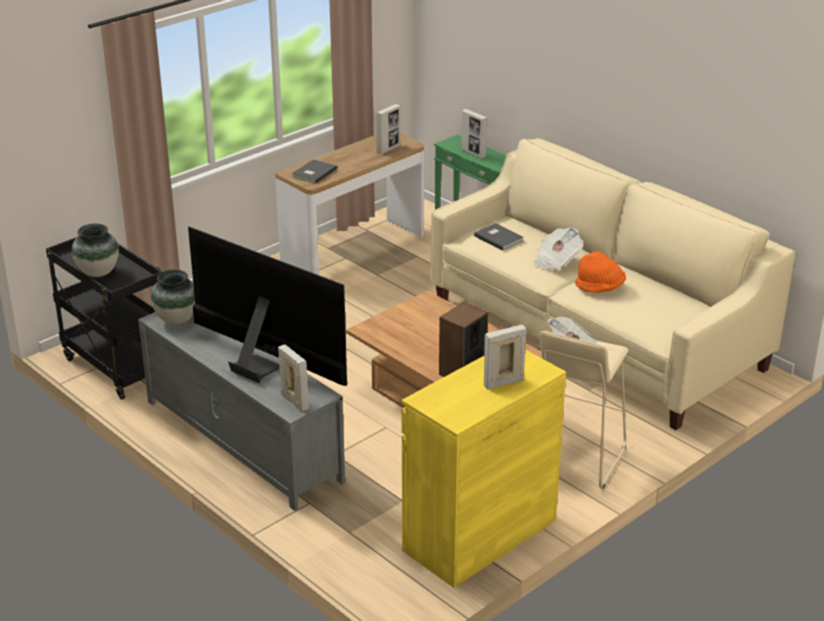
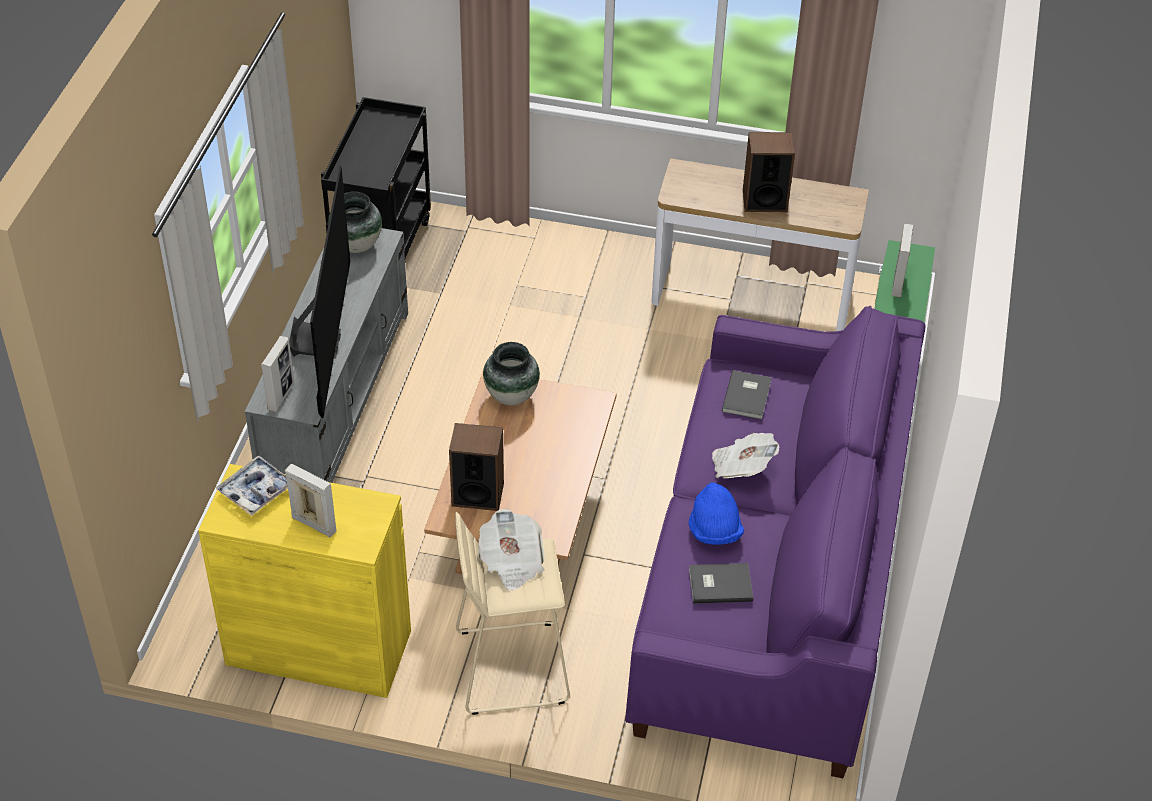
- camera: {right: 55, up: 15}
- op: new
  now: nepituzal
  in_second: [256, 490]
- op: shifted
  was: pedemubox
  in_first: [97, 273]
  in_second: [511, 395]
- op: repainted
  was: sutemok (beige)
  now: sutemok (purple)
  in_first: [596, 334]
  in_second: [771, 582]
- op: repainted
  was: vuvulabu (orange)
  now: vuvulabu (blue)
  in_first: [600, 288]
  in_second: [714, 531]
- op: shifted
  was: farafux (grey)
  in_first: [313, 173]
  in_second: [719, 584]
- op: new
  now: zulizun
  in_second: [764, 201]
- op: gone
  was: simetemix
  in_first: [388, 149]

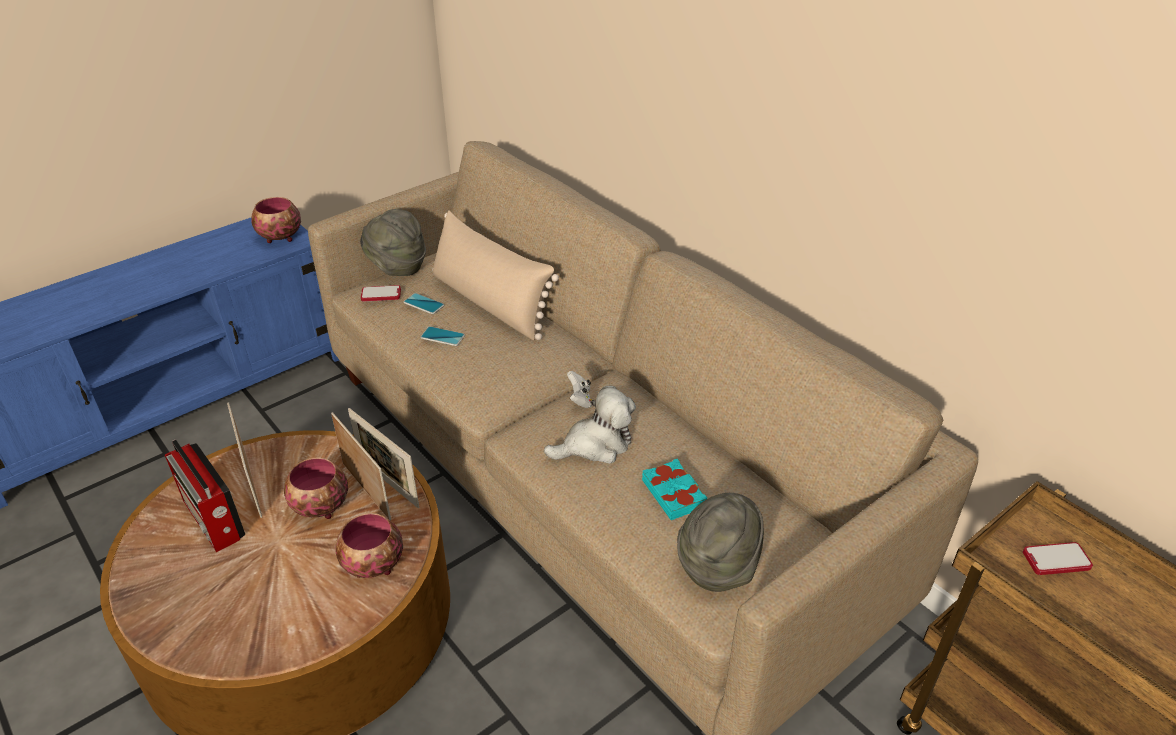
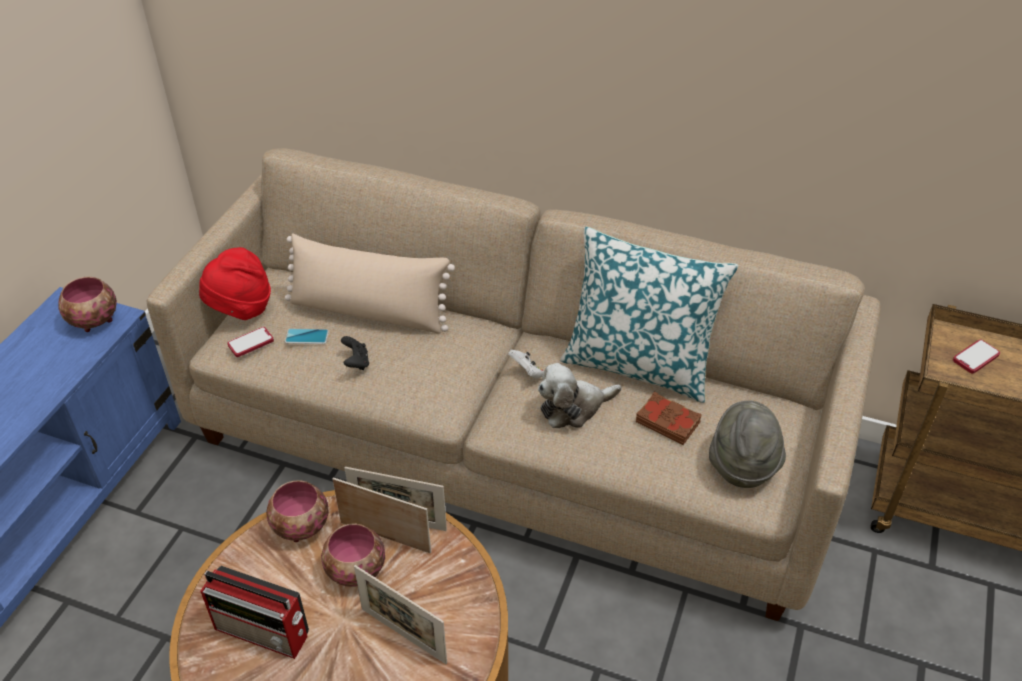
- camera: {right: -30, up: 5}
- op: repainted
  was: vuvulabu (grey)
  now: vuvulabu (red)
  in_first: [397, 267]
  in_second: [240, 308]
- op: shifted
  was: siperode
  in_first: [372, 565]
  in_second: [301, 528]
- op: swapped
  was: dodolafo
  now: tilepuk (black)
  in_first: [442, 337]
  in_second: [356, 362]
- op: shifted
  was: simetemix
  in_first: [252, 484]
  in_second: [403, 635]
- op: rotated
  was: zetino
  in_first: [595, 445]
  in_second: [574, 407]
  clockwise: -150
- op: new
  now: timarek
  in_second: [638, 365]
- op: repainted
  was: farafux (turquoise)
  now: farafux (brown)
  in_first: [674, 493]
  in_second: [668, 422]

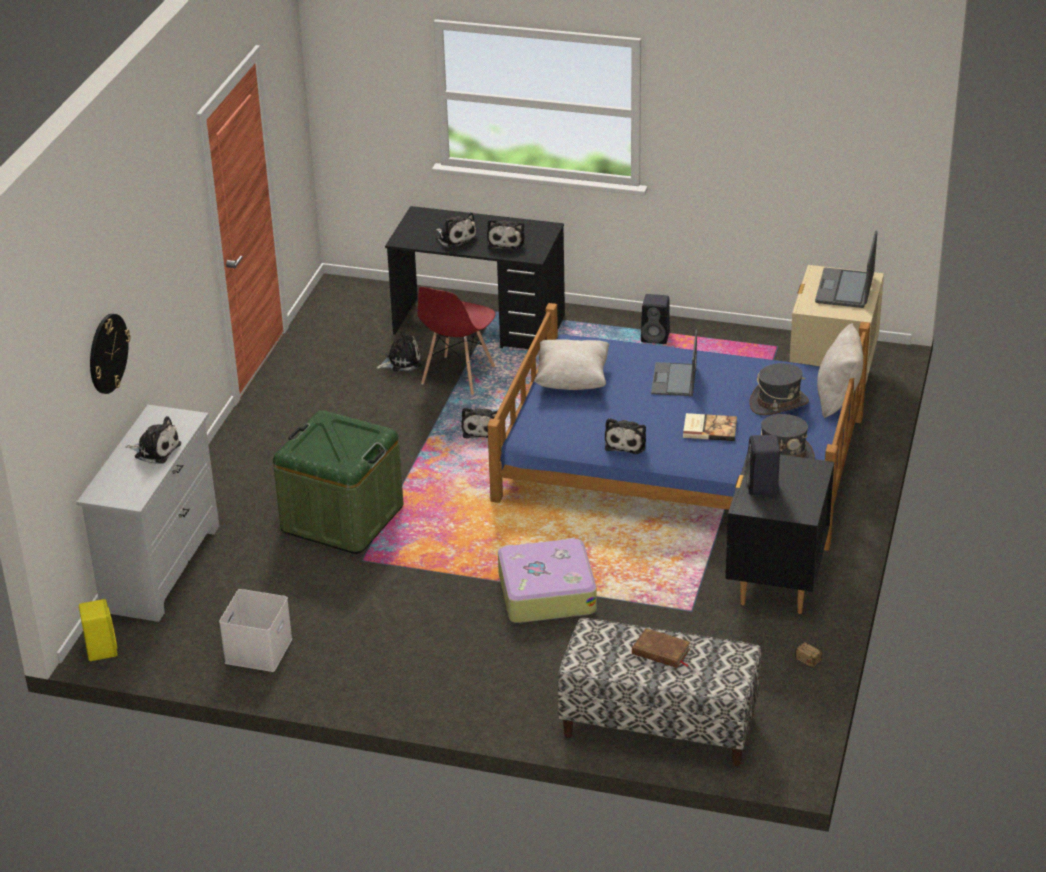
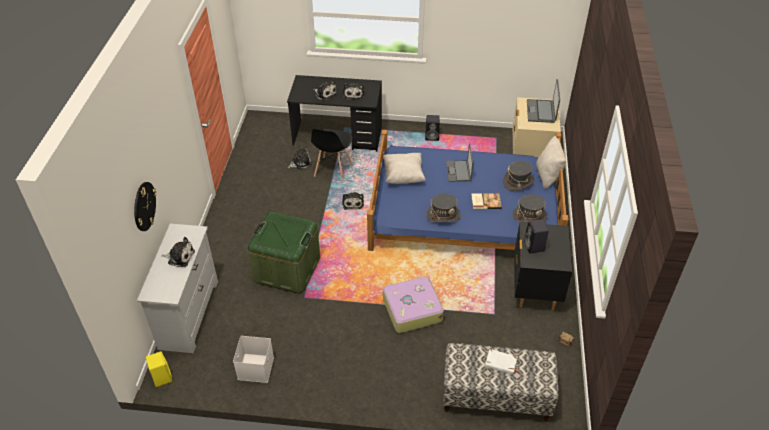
- camera: {right: -10, up: 10}
- op: repainted
  was: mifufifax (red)
  now: mifufifax (black)
  in_first: [457, 376]
  in_second: [332, 169]
- op: swapped
  was: zetino
  now: vuvulabu (grey)
  in_first: [626, 443]
  in_second: [443, 215]
- op: repainted
  was: farafux (brown)
  now: farafux (white)
  in_first: [661, 652]
  in_second: [501, 363]

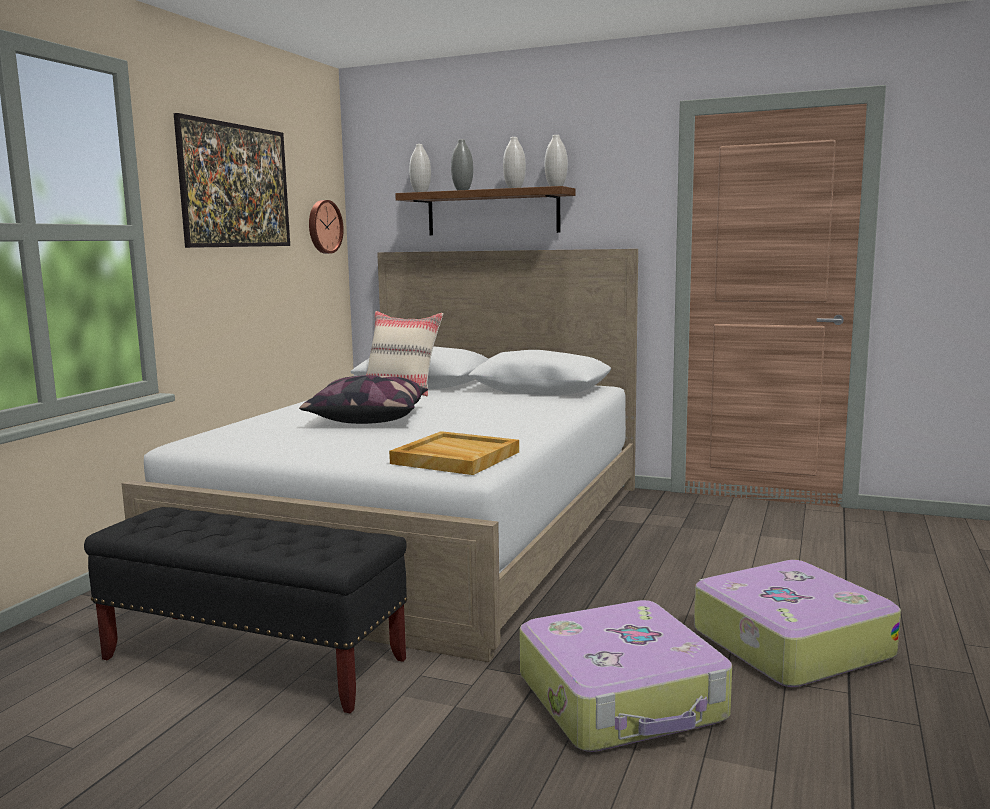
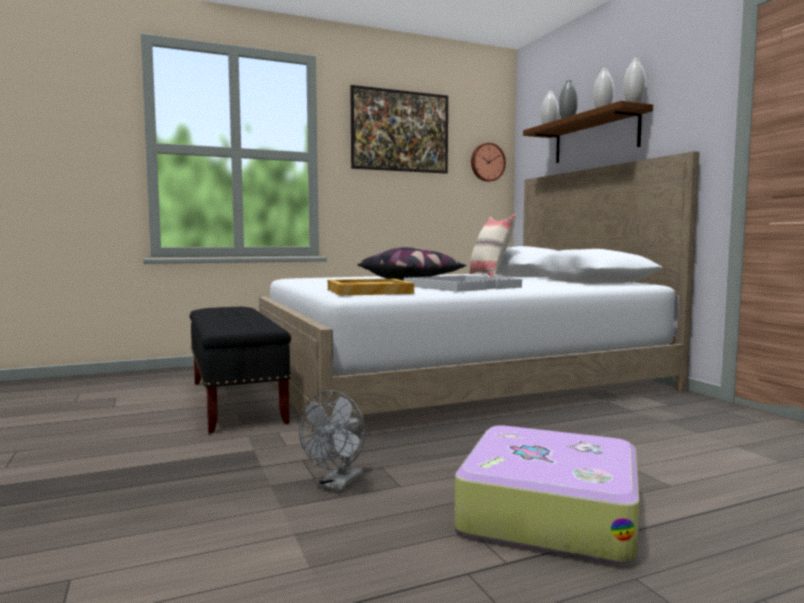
- camera: {right: 45, up: -5}
- op: swapped
  was: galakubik
  now: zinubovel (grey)
  in_first: [622, 698]
  in_second: [337, 485]
- op: new
  now: nepituzal (white)
  in_second: [461, 286]

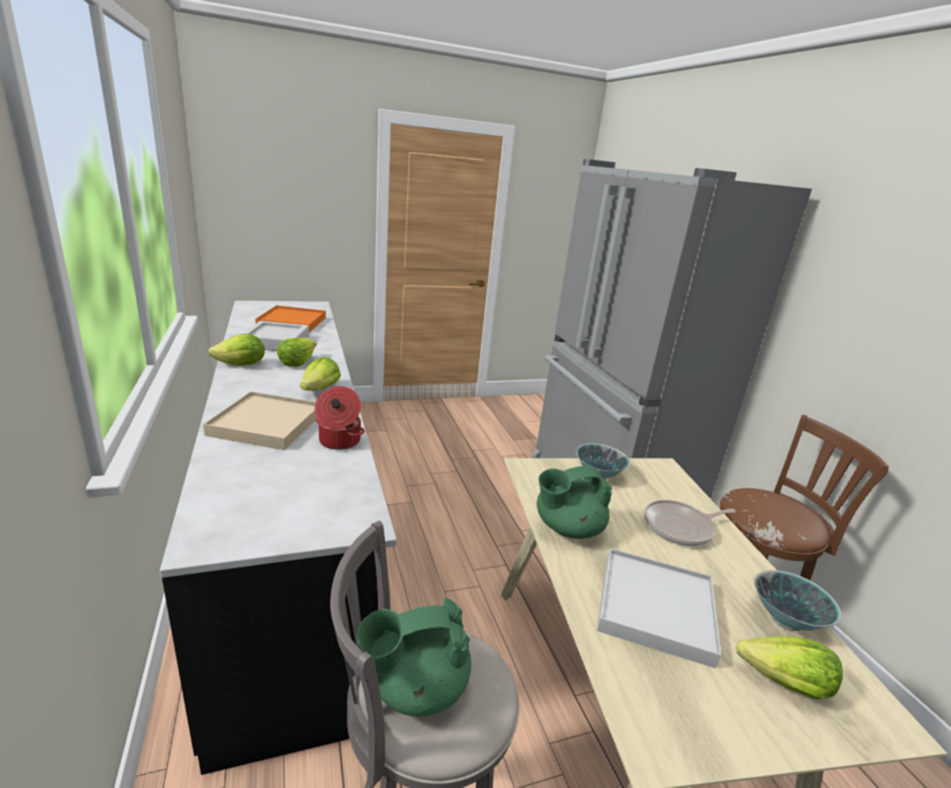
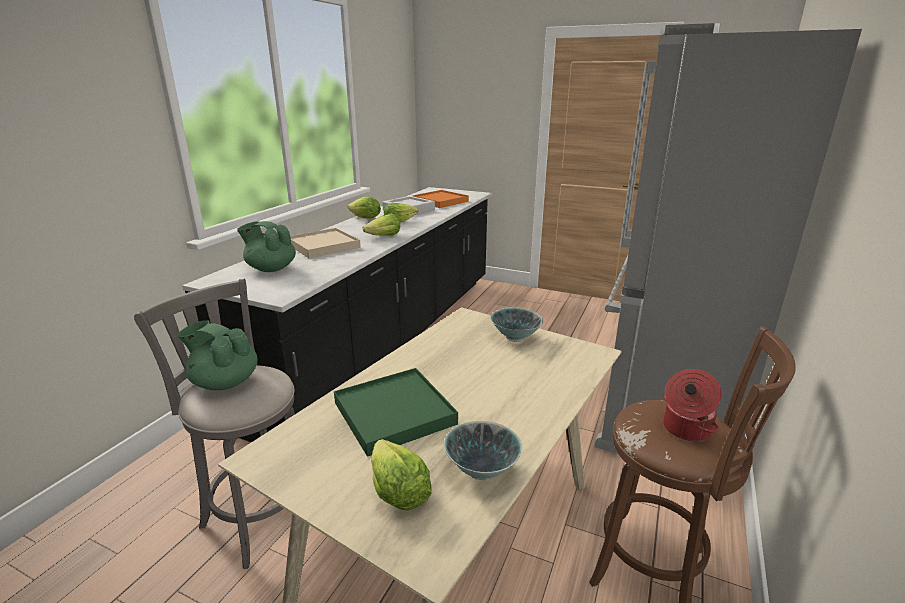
- camera: {right: 45, up: 0}
- op: shifted
  was: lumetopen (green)
  in_first: [567, 528]
  in_second: [271, 269]
- op: repainted
  was: nepituzal (white)
  now: nepituzal (green)
  in_first: [655, 608]
  in_second: [395, 413]
- op: shifted
  was: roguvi
  in_first: [338, 441]
  in_second: [685, 429]
- op: gone
  was: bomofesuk
  in_first: [681, 527]

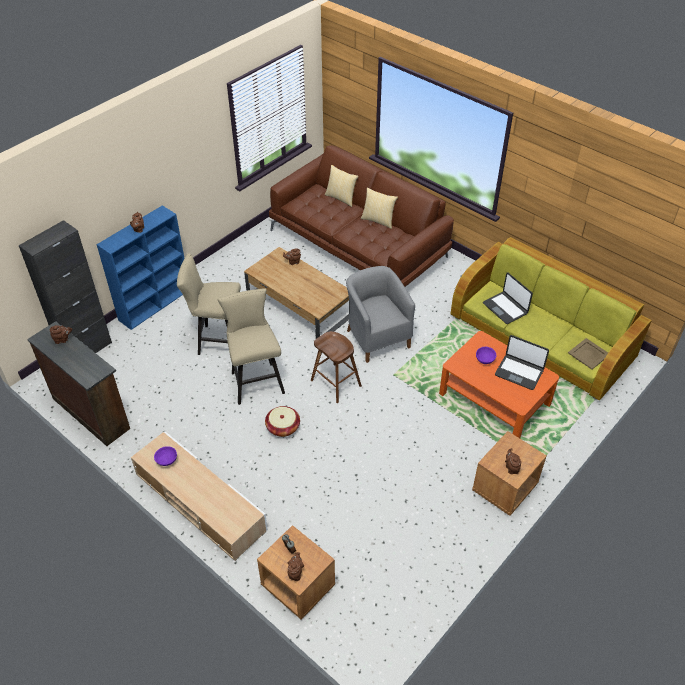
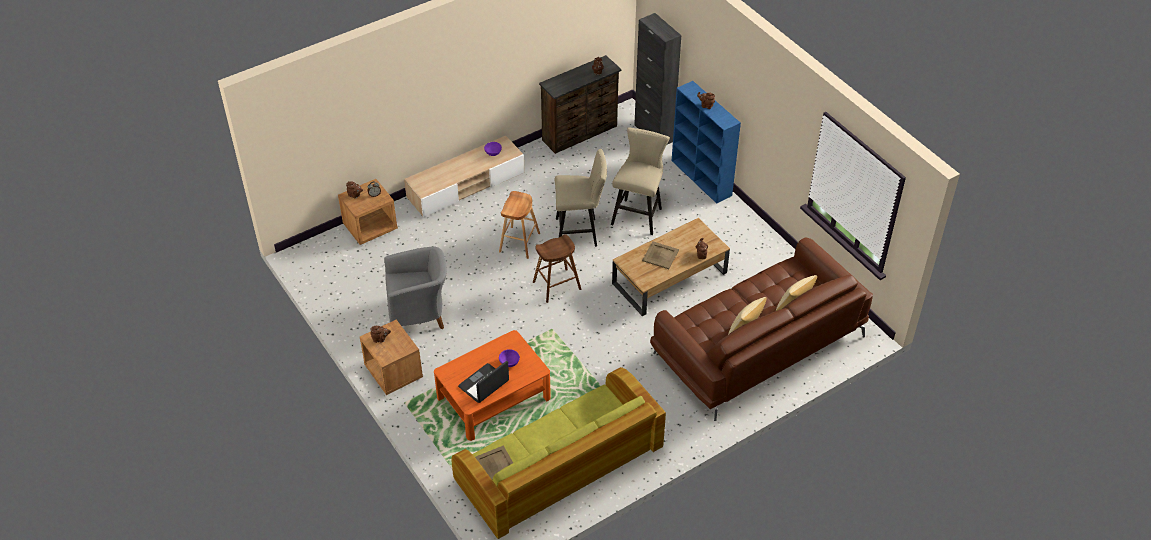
- camera: {right: 105, up: 0}
- op: shifted
  was: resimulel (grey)
  in_first: [376, 337]
  in_second: [419, 313]
- op: swapped
  was: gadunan
  now: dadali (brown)
  in_first: [283, 427]
  in_second: [519, 242]
- op: new
  now: nepituzal (beige)
  in_second: [660, 255]
- op: gone
  was: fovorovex
  in_first: [505, 308]

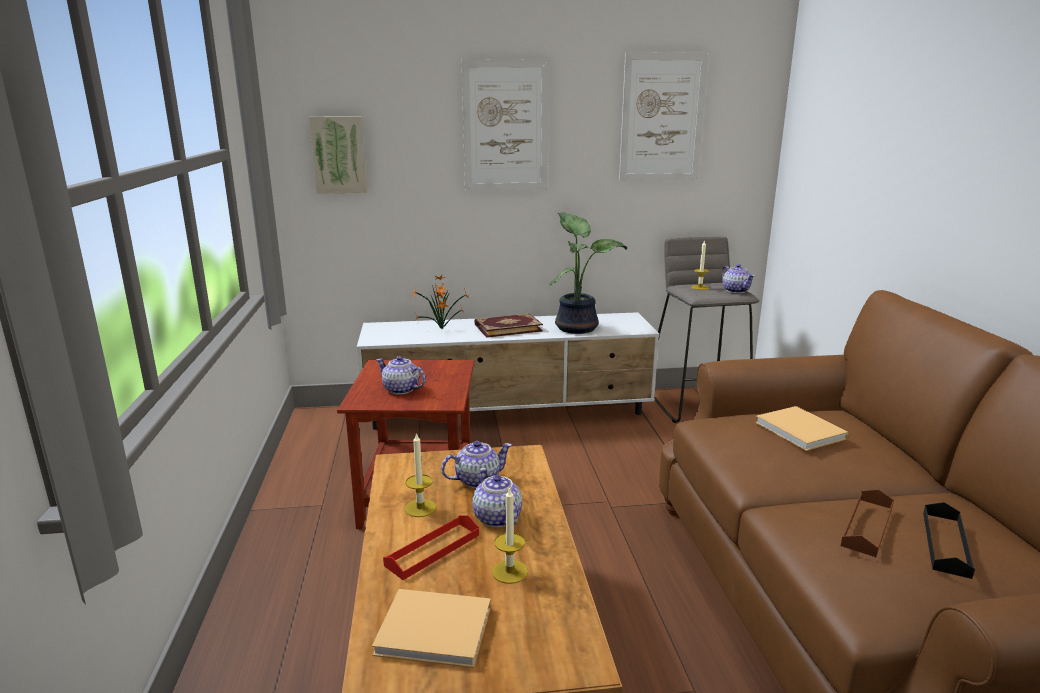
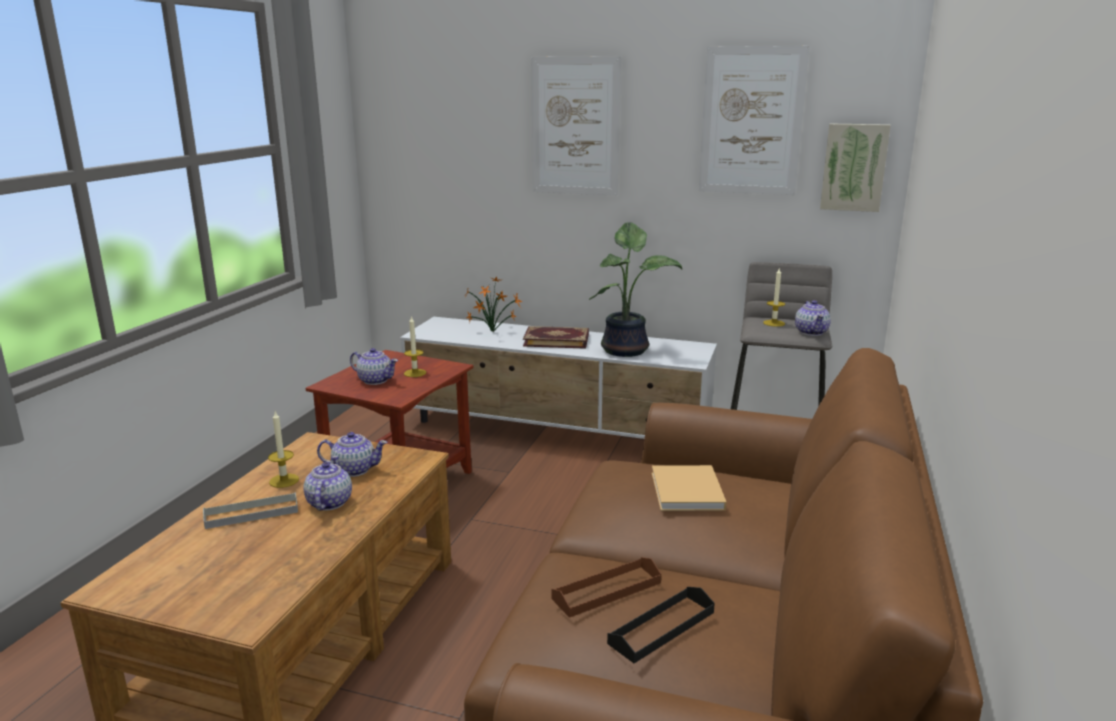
- camera: {right: 25, up: 0}
- op: repainted
  was: nepituzal (red)
  now: nepituzal (grey)
  in_first: [433, 550]
  in_second: [252, 514]
- op: rotated
  was: lumetopen
  in_first: [401, 389]
  in_second: [375, 380]
  clockwise: 150
- op: shifted
  was: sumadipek
  in_first: [509, 571]
  in_second: [415, 373]
- op: shifted
  was: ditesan
  in_first: [339, 155]
  in_second: [854, 167]
- op: gone
  was: farafux (beige)
  in_first: [437, 631]

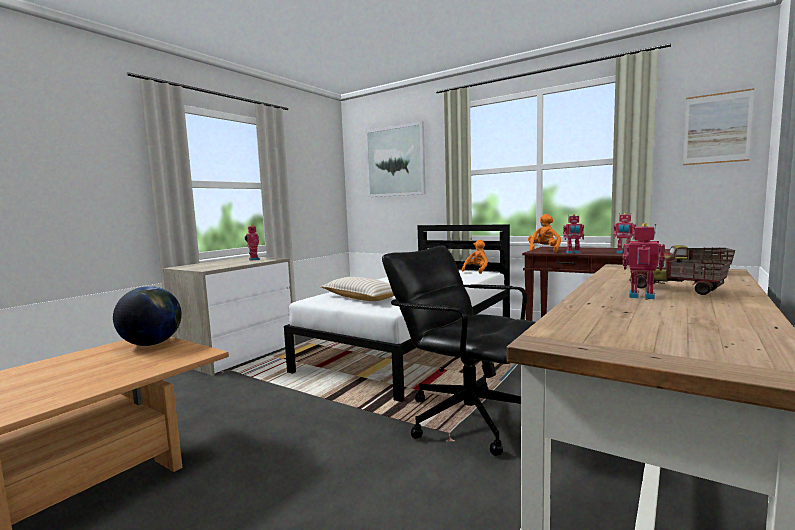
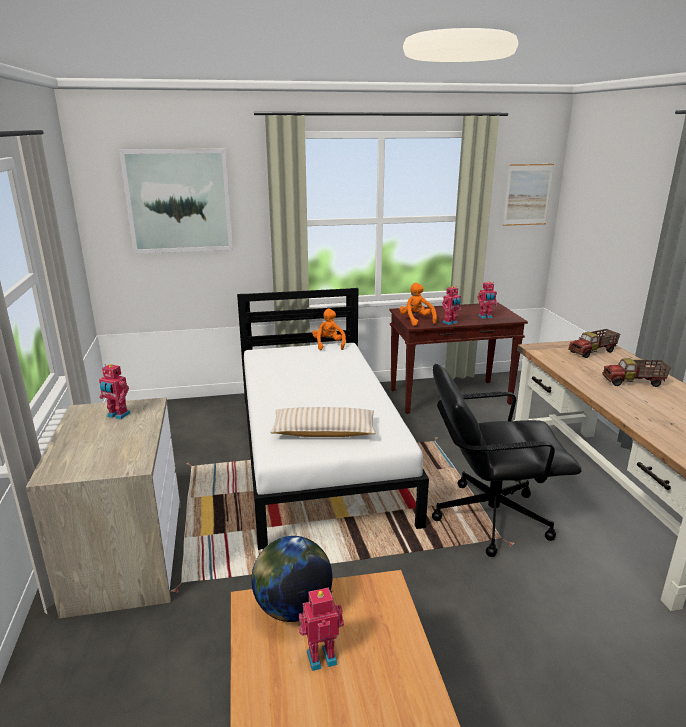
- camera: {right: -45, up: 15}
- op: shifted
  was: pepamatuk
  in_first: [641, 296]
  in_second: [321, 656]

